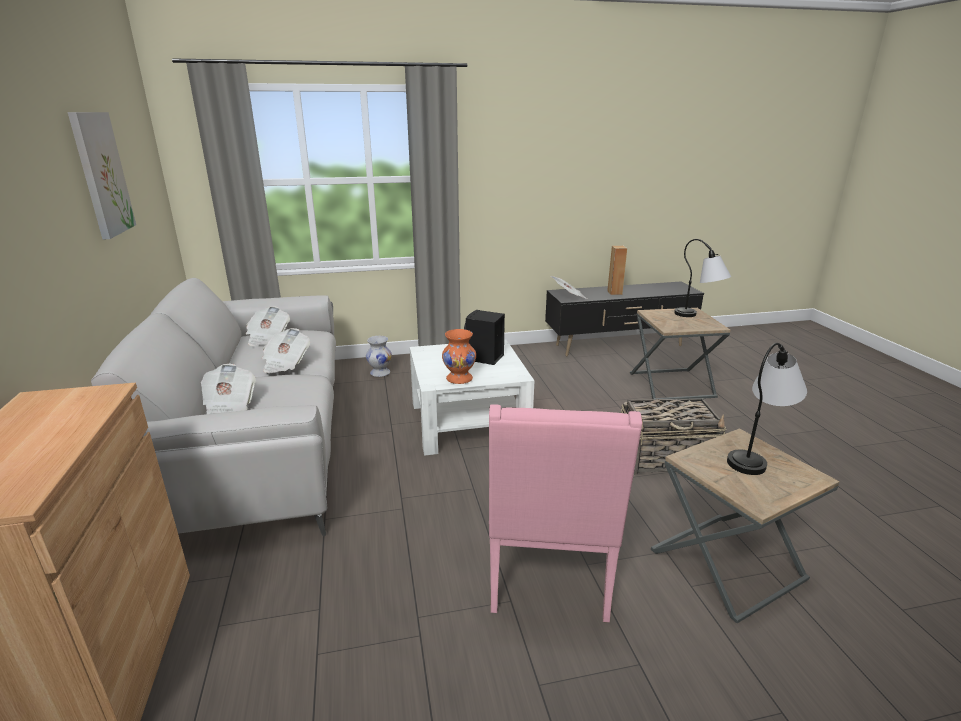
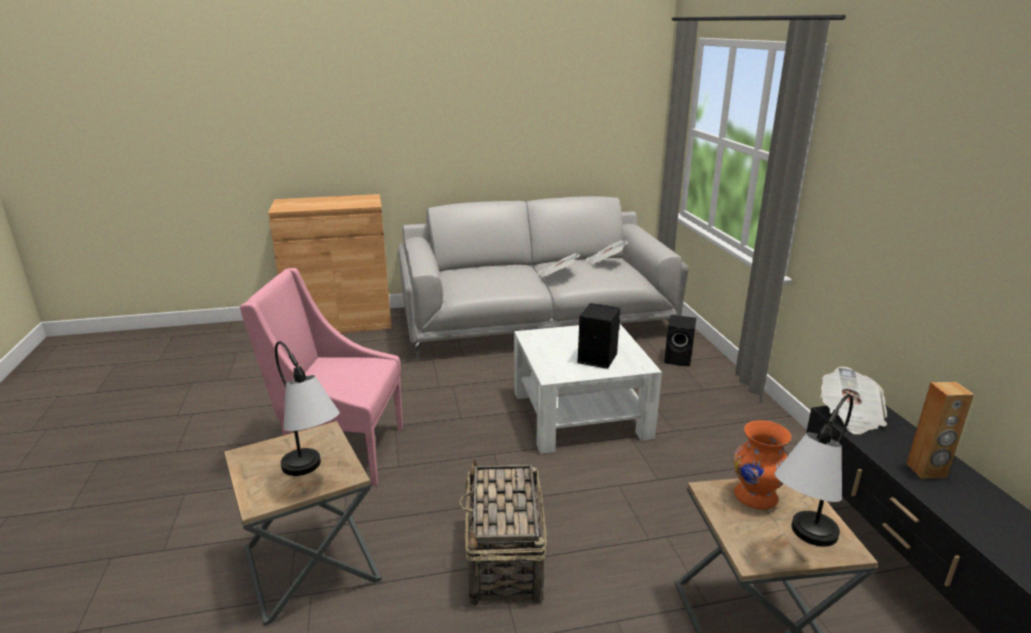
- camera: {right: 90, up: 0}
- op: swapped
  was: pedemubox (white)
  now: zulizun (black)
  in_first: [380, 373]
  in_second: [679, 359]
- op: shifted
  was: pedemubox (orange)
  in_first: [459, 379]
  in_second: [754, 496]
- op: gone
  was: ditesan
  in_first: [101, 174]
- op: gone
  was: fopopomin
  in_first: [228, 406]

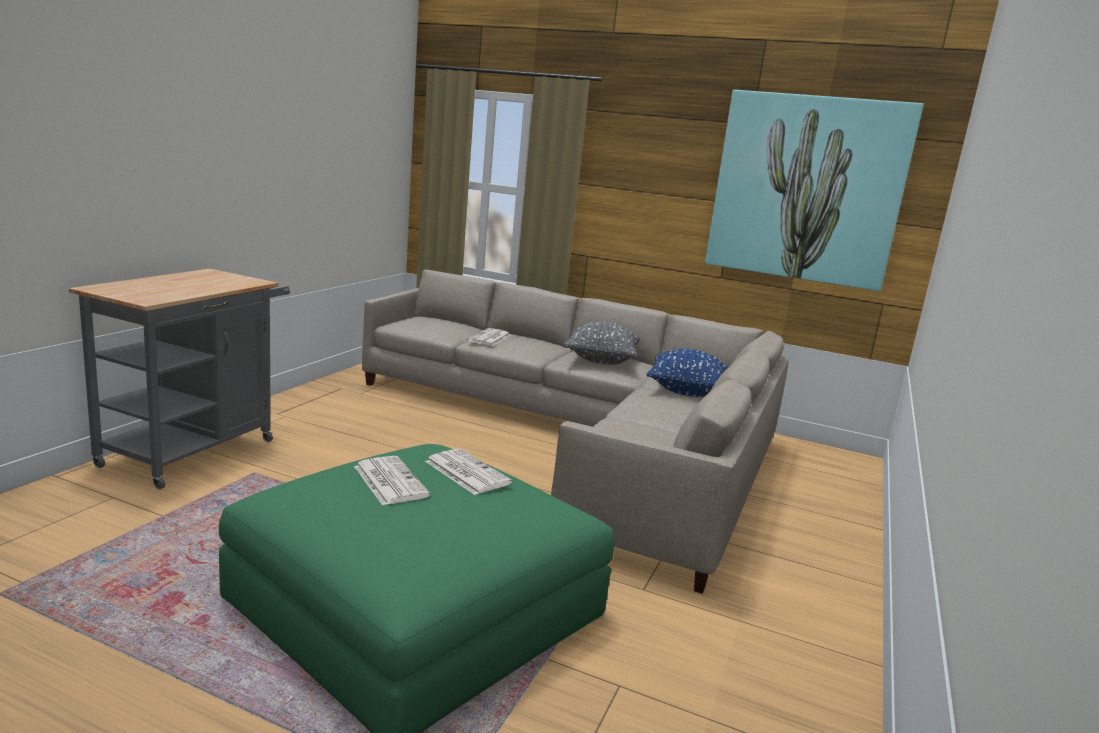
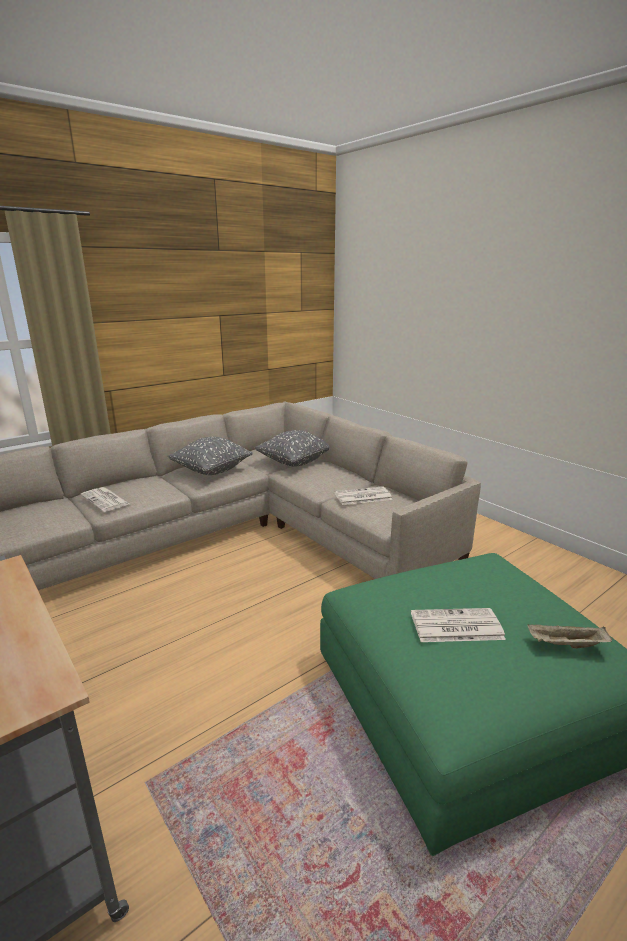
- camera: {right: -60, up: 5}
- op: repainted
  was: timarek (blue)
  now: timarek (grey)
  in_first: [686, 391]
  in_second: [294, 462]
- op: shifted
  was: fopopomin
  in_first: [466, 472]
  in_second: [362, 496]
- op: new
  now: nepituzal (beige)
  in_second: [566, 645]
- op: gone
  was: ditesan
  in_first: [807, 189]

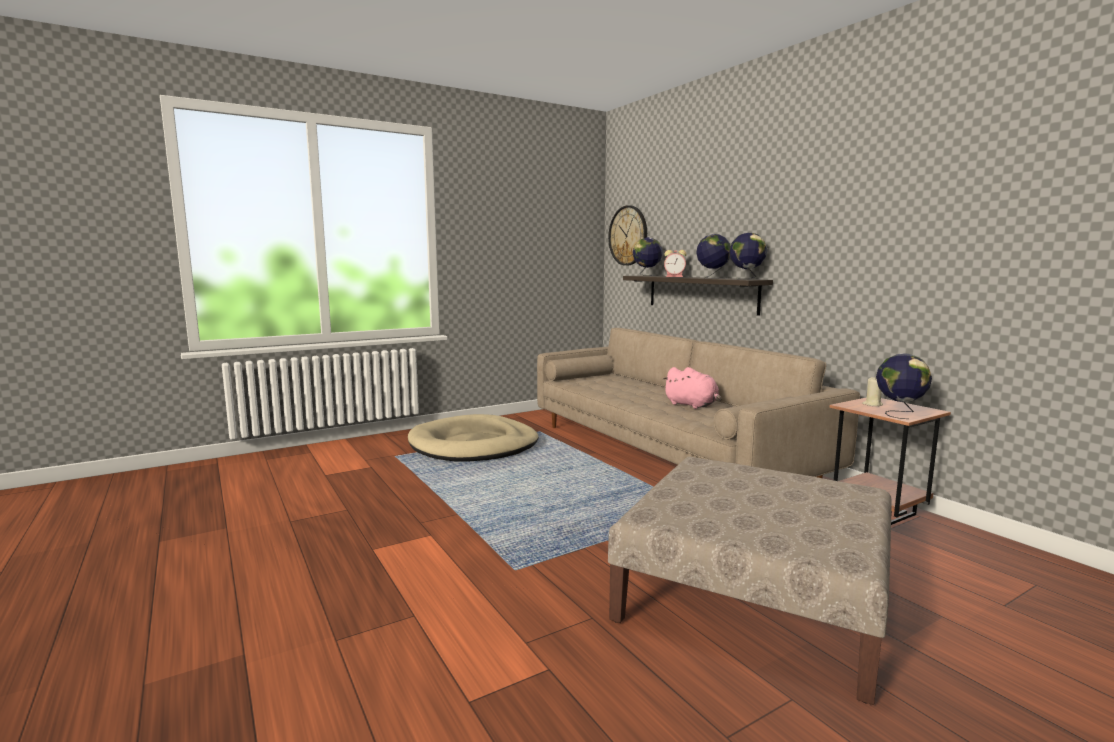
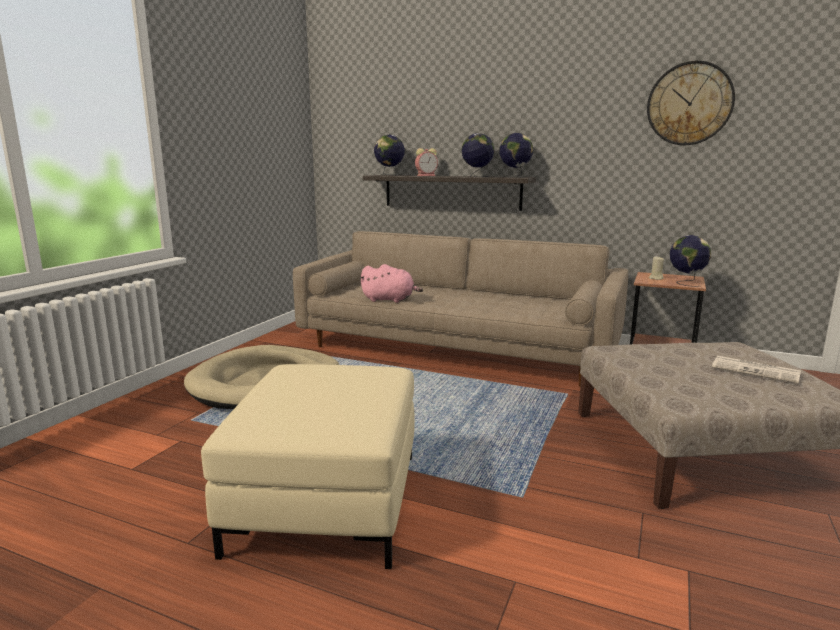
- camera: {right: -35, up: 5}
- op: new
  now: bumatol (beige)
  in_second: [326, 501]
- op: shifted
  was: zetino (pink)
  in_first: [692, 405]
  in_second: [390, 300]
- op: shifted
  was: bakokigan
  in_first: [628, 235]
  in_second: [689, 104]
- op: new
  now: fopopomin
  in_second: [757, 370]

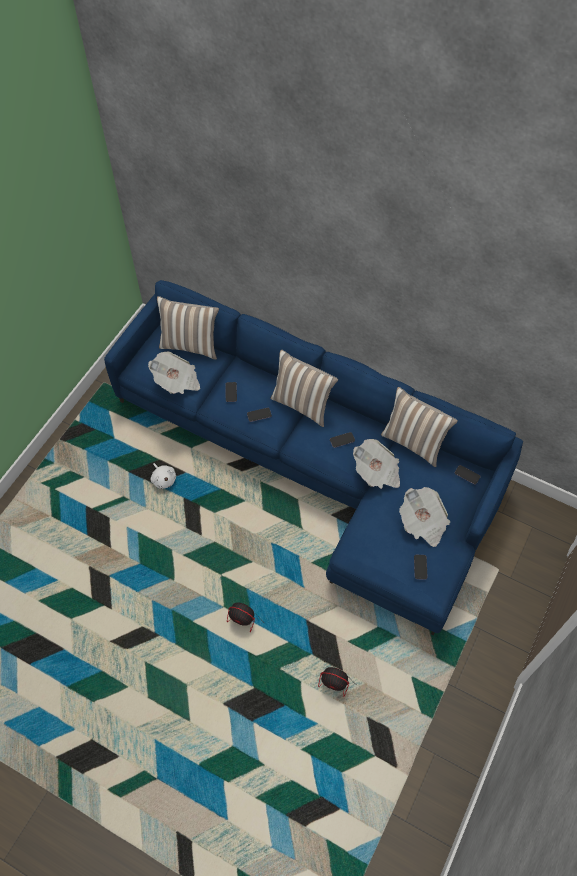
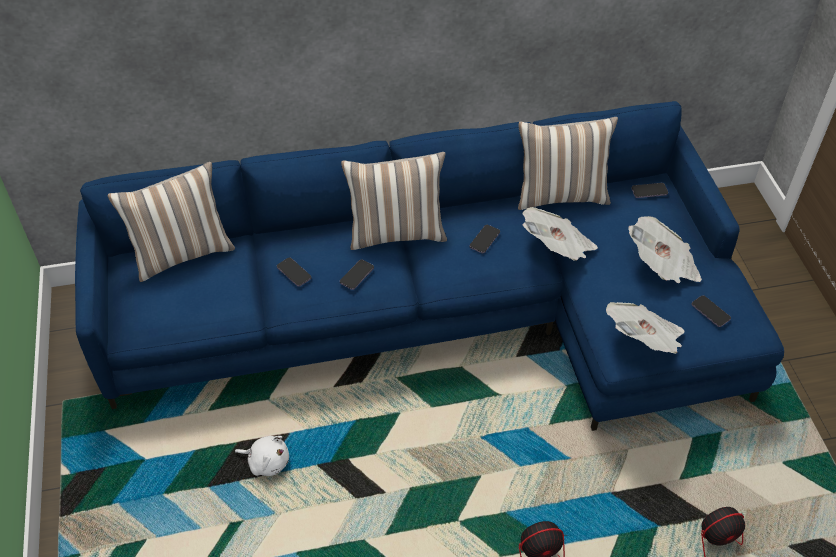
- camera: {right: -40, up: -10}
- op: shifted
  was: fopopomin
  in_first: [177, 381]
  in_second: [644, 340]

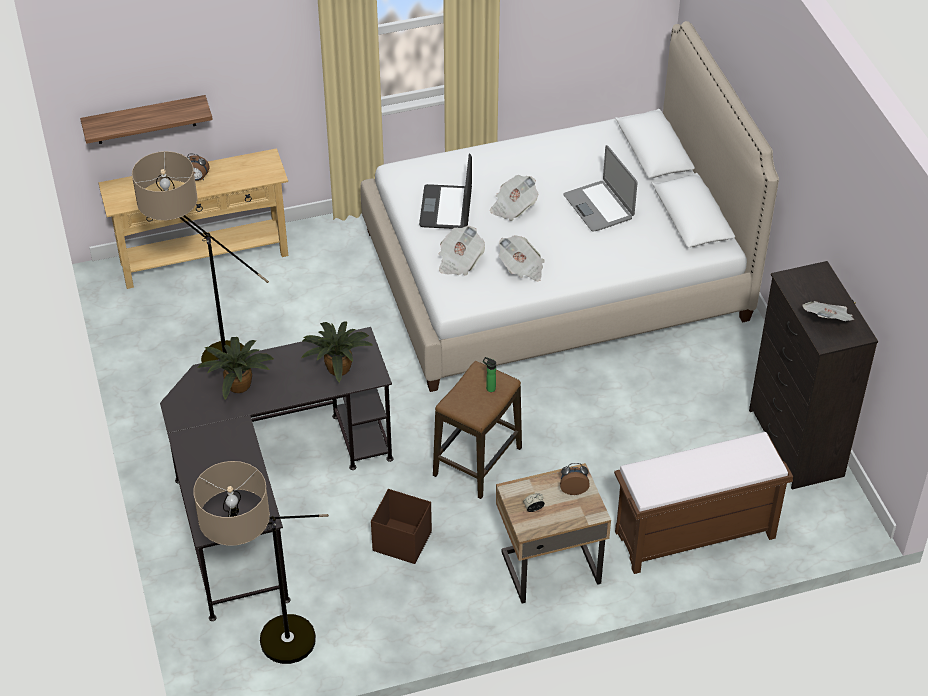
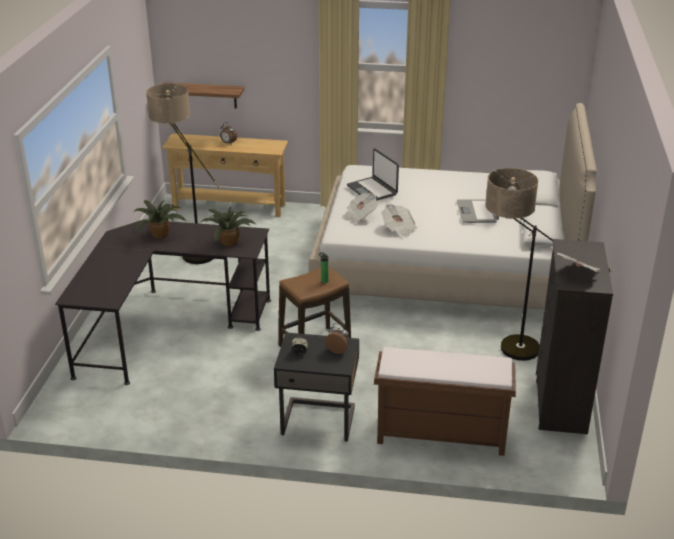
- camera: {right: 25, up: -15}
- op: repainted
  was: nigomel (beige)
  now: nigomel (black)
  in_first: [549, 566]
  in_second: [318, 419]
- op: rotated
  was: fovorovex
  in_first: [446, 208]
  in_second: [372, 190]
  clockwise: -60
- op: shifted
  was: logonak
  in_first: [270, 654]
  in_second: [505, 352]
- op: gone
  was: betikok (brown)
  in_first: [401, 541]
- op: gone
  was: fopopomin
  in_first: [513, 207]

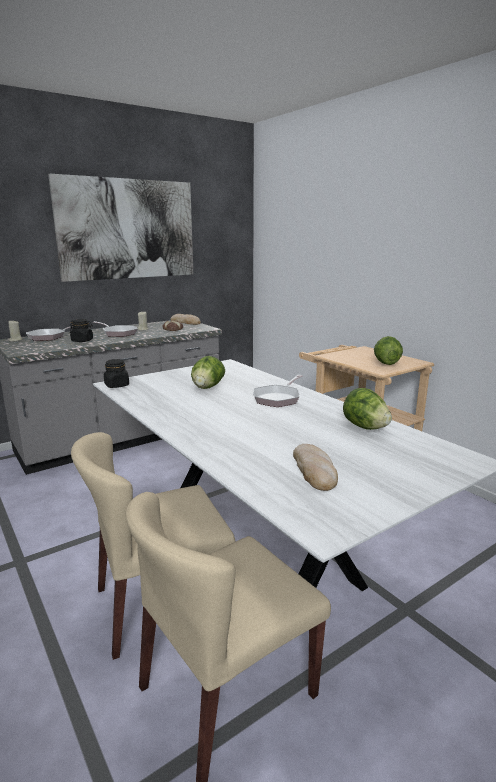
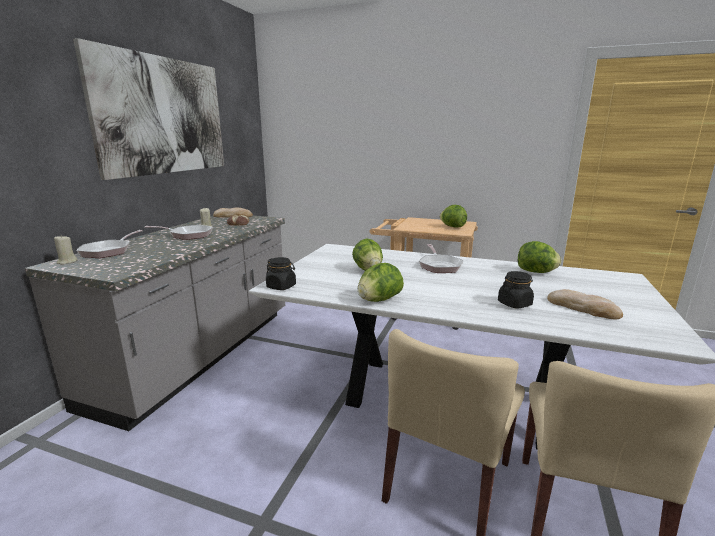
- camera: {right: -35, up: 0}
- op: new
  now: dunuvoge
  in_second: [379, 300]
- op: shifted
  was: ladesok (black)
  in_first: [82, 341]
  in_second: [514, 304]

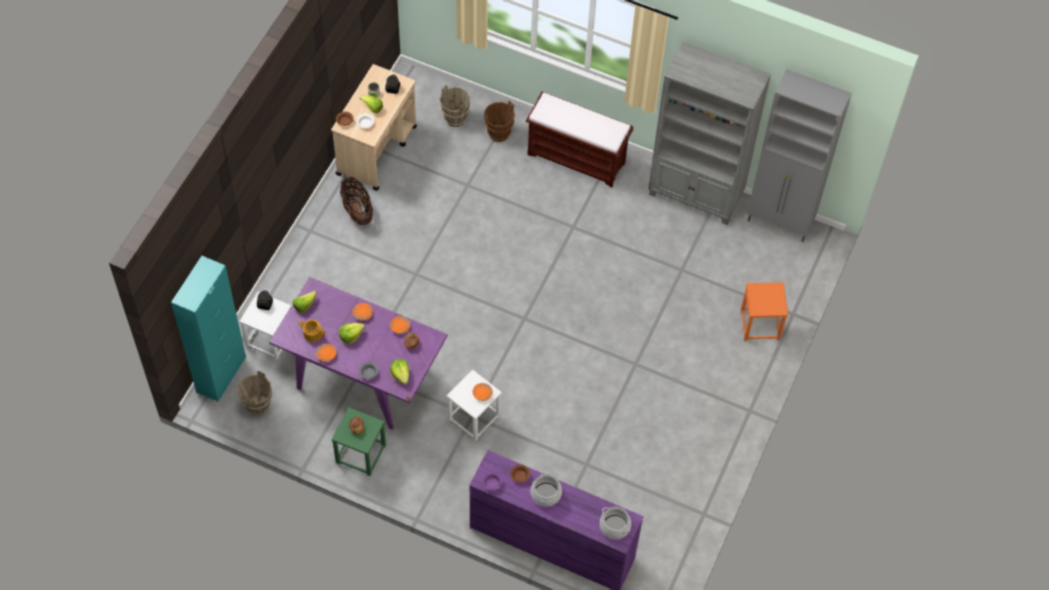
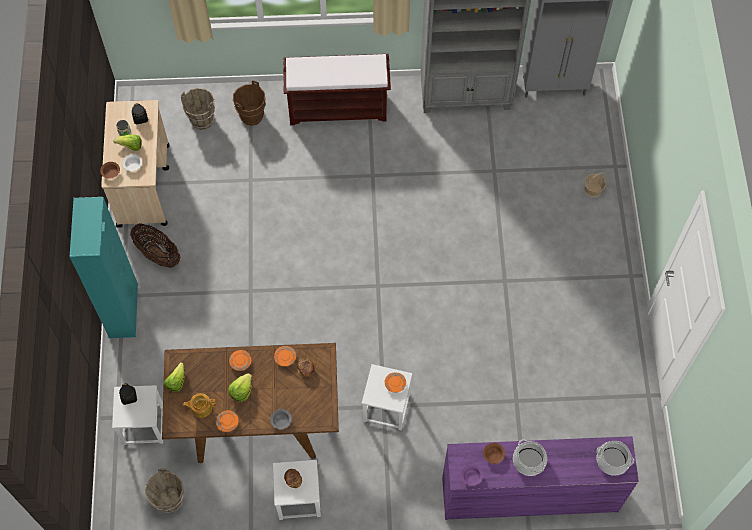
- camera: {right: -25, up: 5}
- op: shifted
  was: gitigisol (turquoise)
  in_first: [221, 374]
  in_second: [123, 310]
- op: repainted
  was: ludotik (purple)
  now: ludotik (brown)
  in_first: [363, 378]
  in_second: [258, 420]
- op: repainted
  was: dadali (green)
  now: dadali (white)
  in_first: [360, 454]
  in_second: [298, 498]
- op: swapped
  was: dadali (orange)
  now: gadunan
  in_first: [760, 324]
  in_second: [593, 189]
- op: gone
  was: dunuvoge
  in_first: [401, 374]

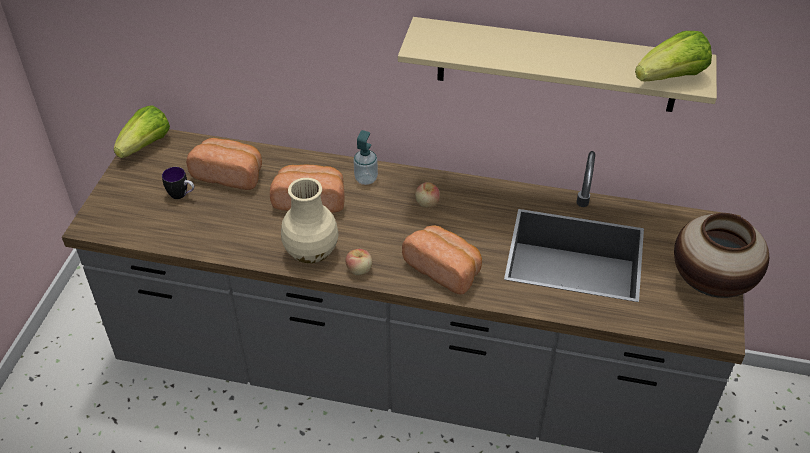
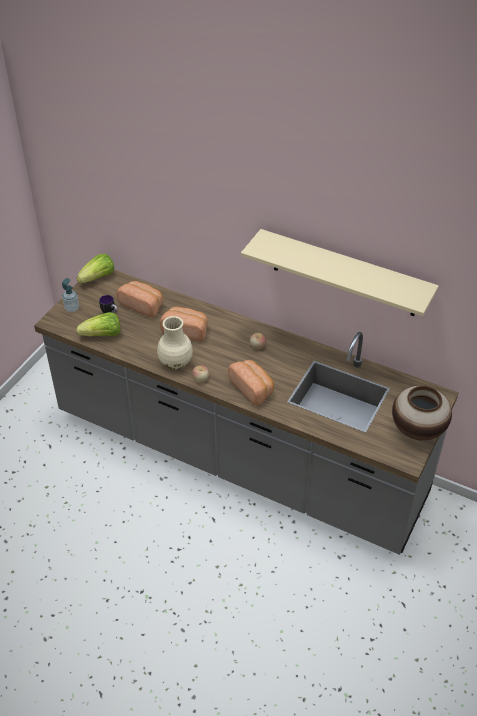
- camera: {right: 15, up: 0}
- op: shifted
  was: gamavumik
  in_first: [366, 179]
  in_second: [72, 308]
- op: shifted
  was: dunuvoge
  in_first: [671, 77]
  in_second: [102, 335]

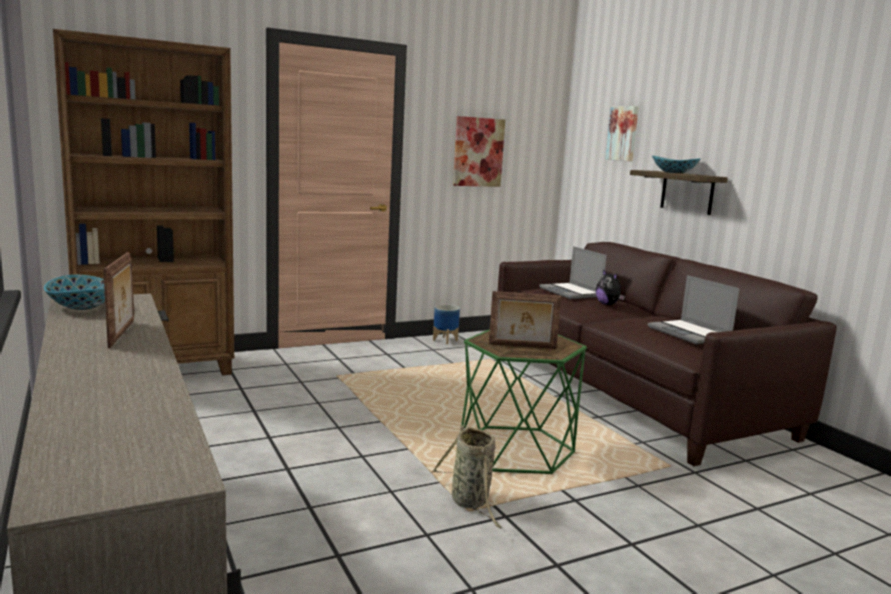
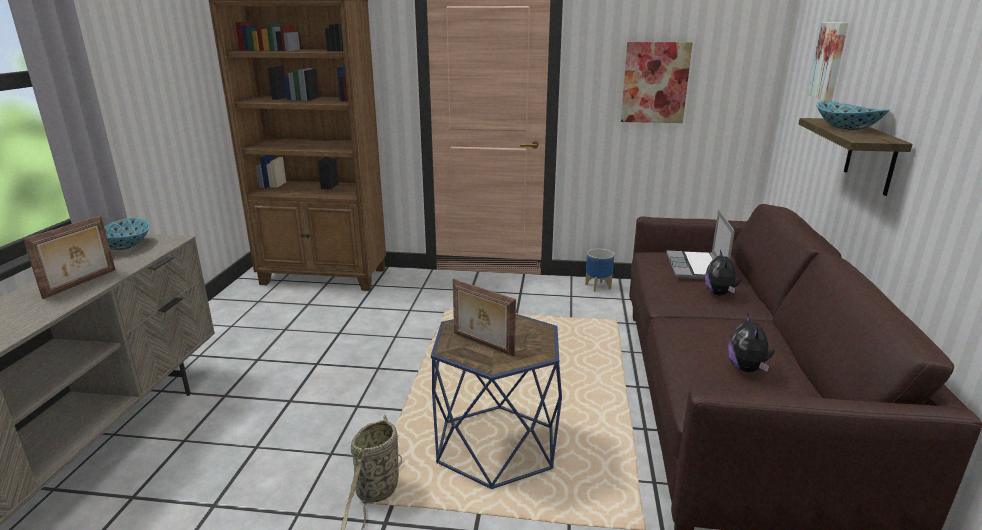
- camera: {right: 35, up: 10}
- op: repainted
  was: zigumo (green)
  now: zigumo (blue)
  in_first: [516, 451]
  in_second: [496, 446]
- op: swapped
  was: fovorovex
  now: zetino
  in_first: [690, 334]
  in_second: [747, 369]

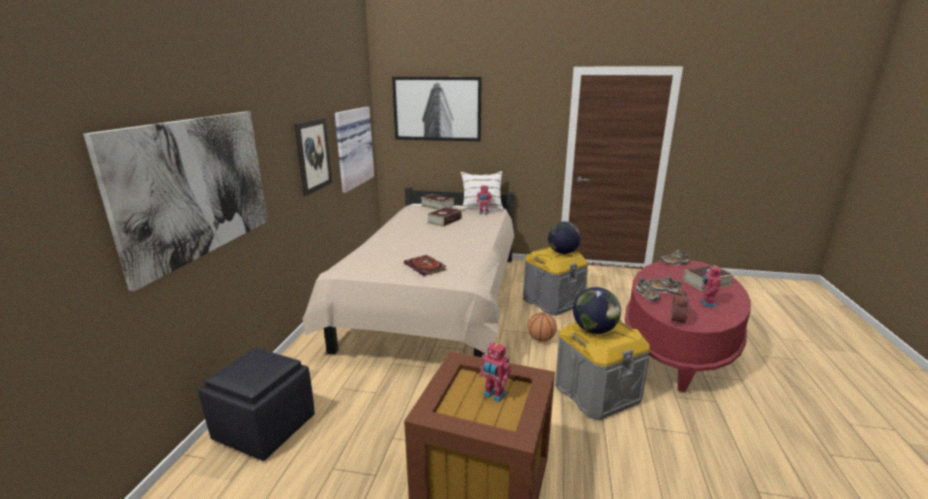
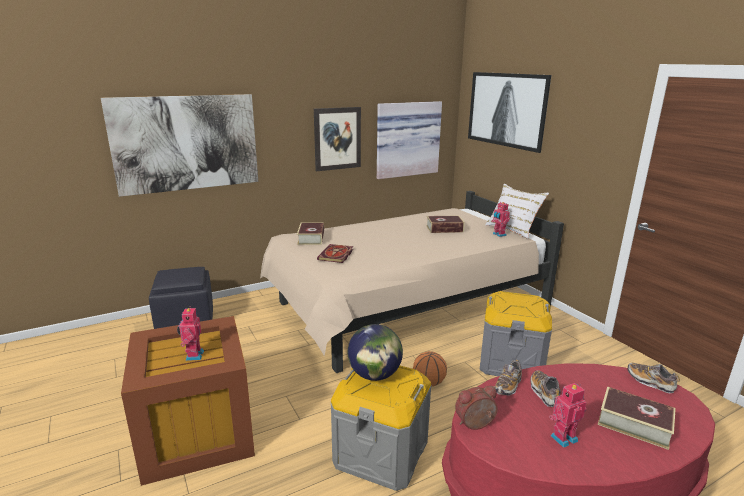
- camera: {right: 50, up: 0}
- op: shifted
  was: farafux
  in_first: [437, 206]
  in_second: [311, 238]
- op: gone
  was: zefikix
  in_first: [562, 252]

